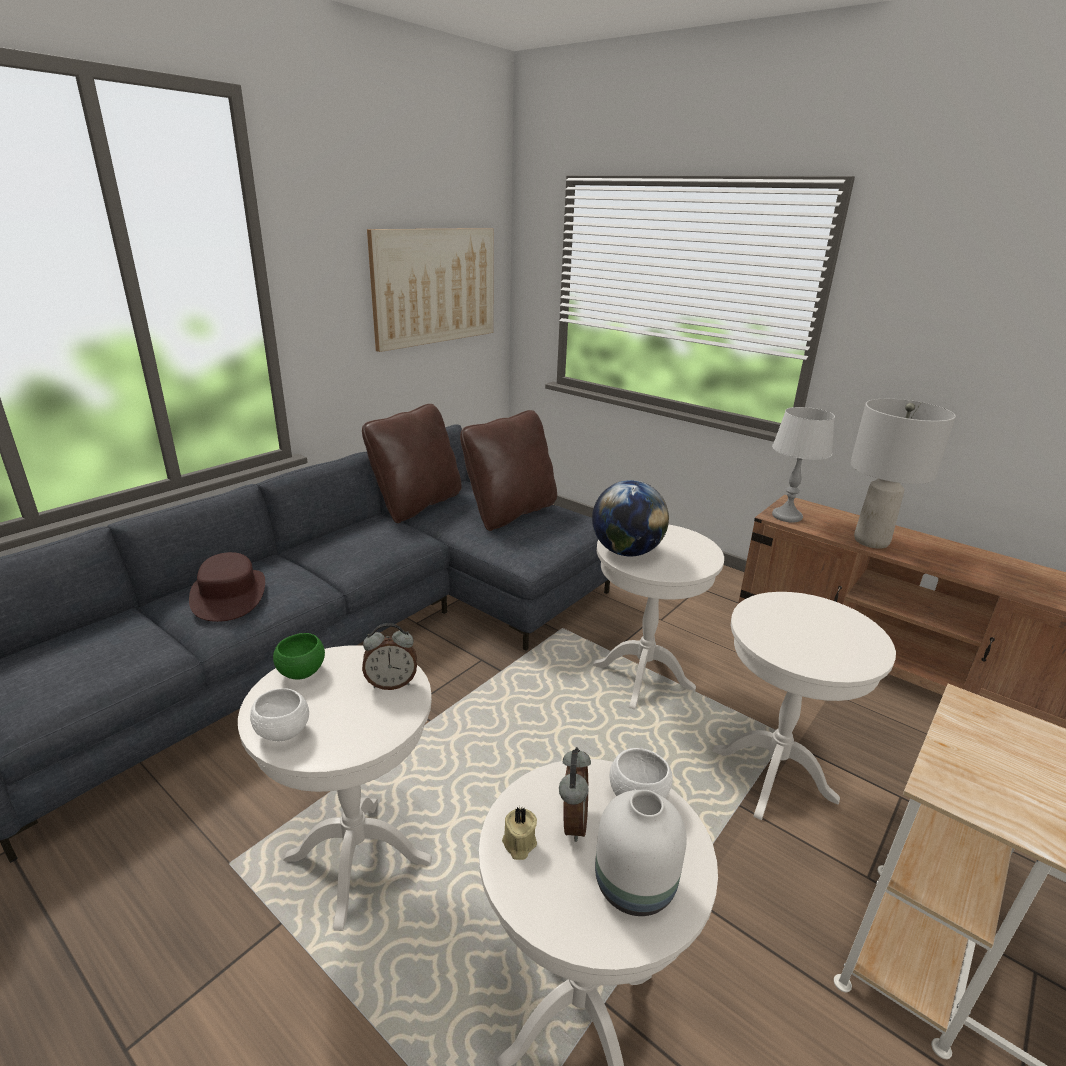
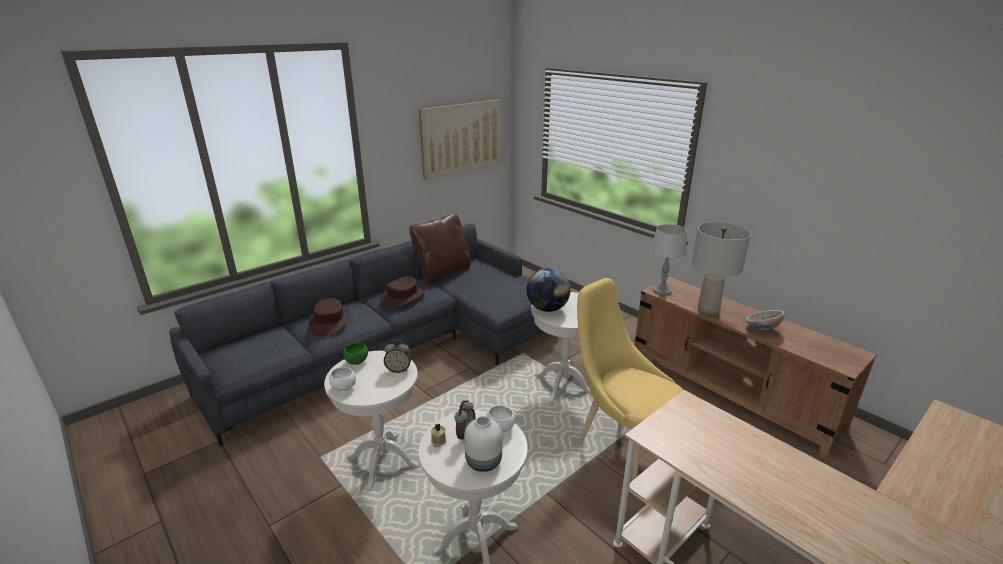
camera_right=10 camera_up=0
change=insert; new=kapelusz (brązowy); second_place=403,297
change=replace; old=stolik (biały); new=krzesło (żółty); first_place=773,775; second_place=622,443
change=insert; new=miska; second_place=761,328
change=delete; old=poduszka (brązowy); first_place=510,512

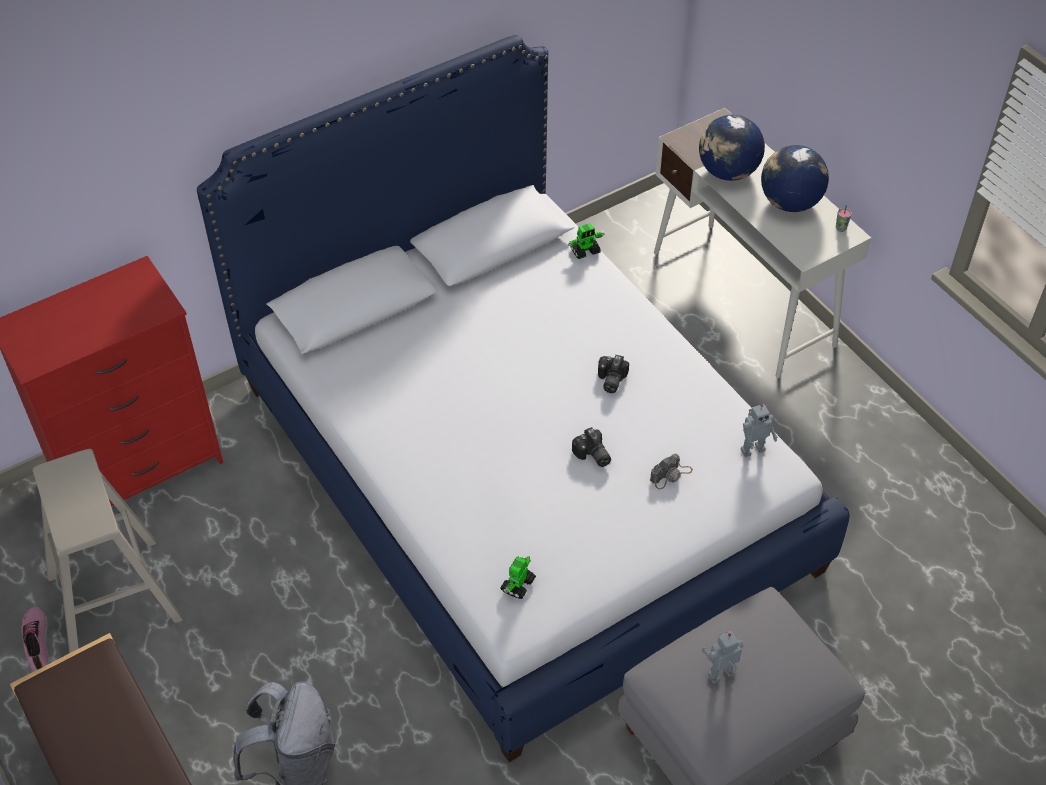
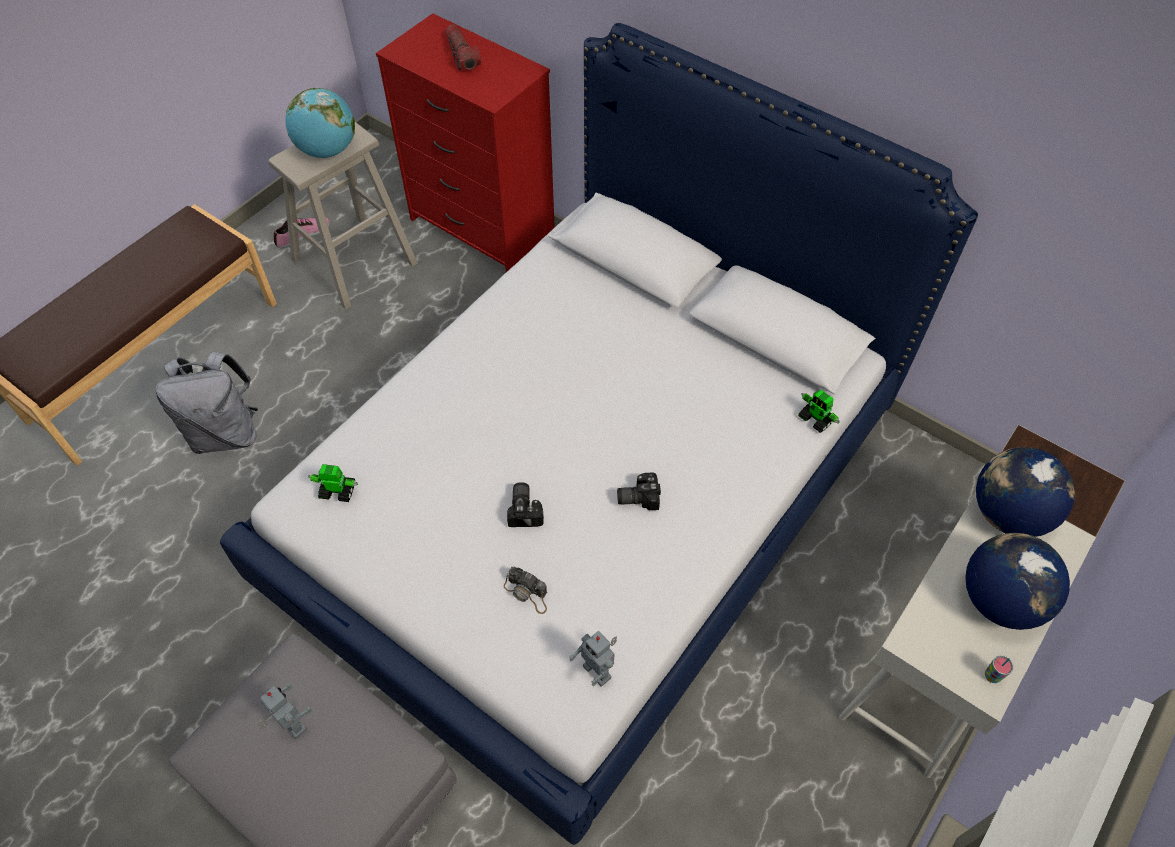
camera_right=70 camera_up=5
change=insert; new=globus; second_place=327,150
change=insert; new=latarka; second_place=462,55
change=rotate; old=aparat fotograficzny; first_place=592,455; second_place=526,509; degrees=135

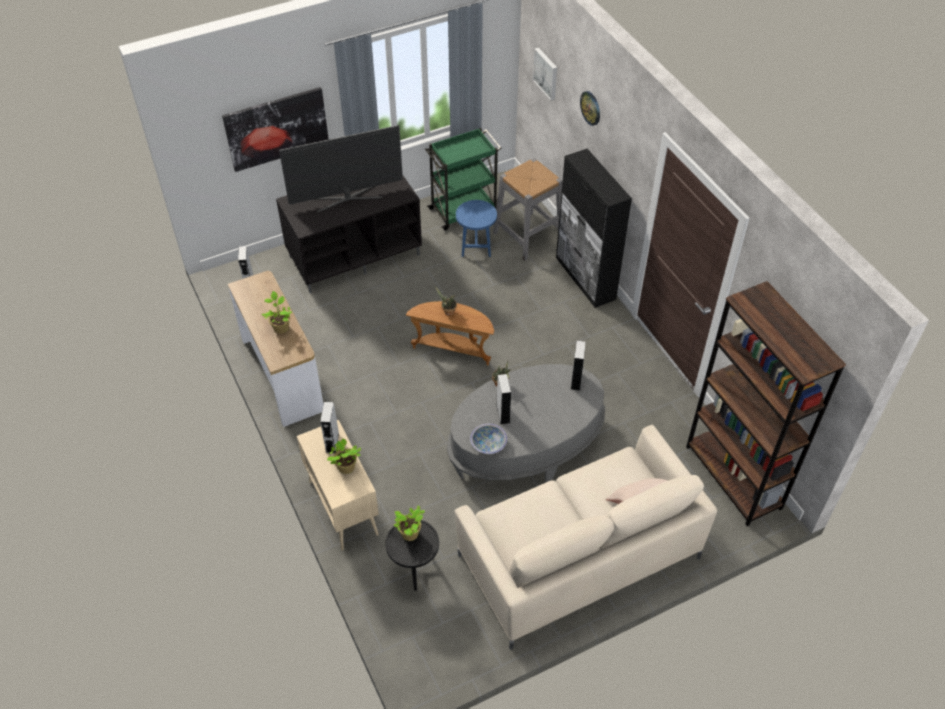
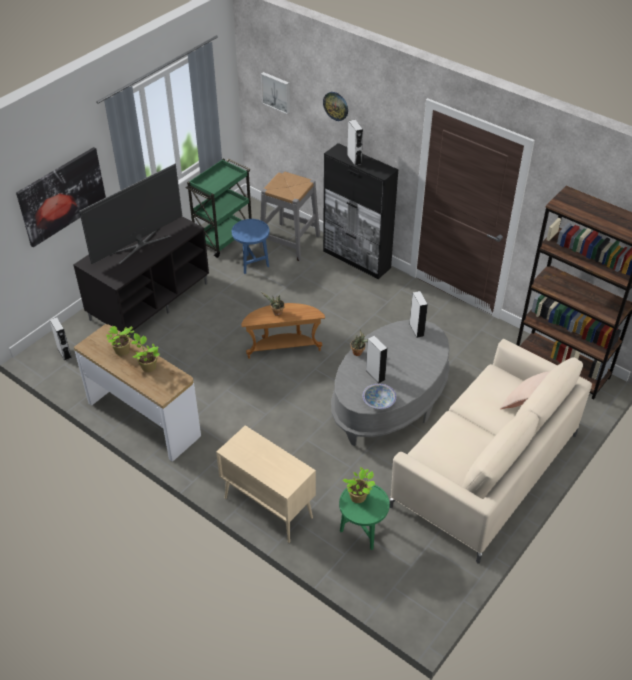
camera_right=-25 camera_up=-5
change=move; old=roślina doniczkowa; first_place=345,468; second_place=122,351
change=recolor; old=stolik (czarny); new=stolik (zielony); first_place=414,571; second_place=362,535
change=move; old=głośnik (szary); first_place=332,442; second_place=354,159

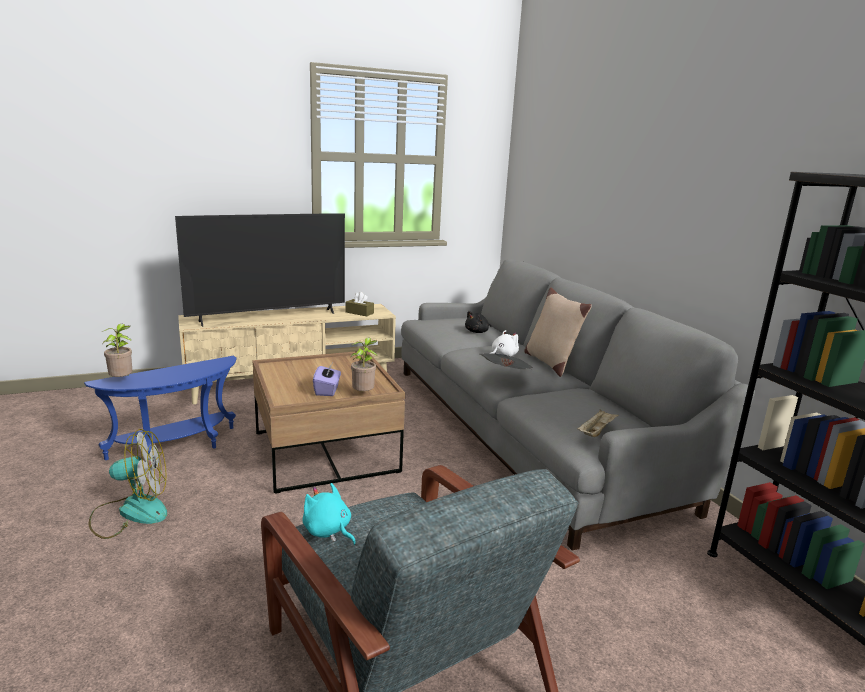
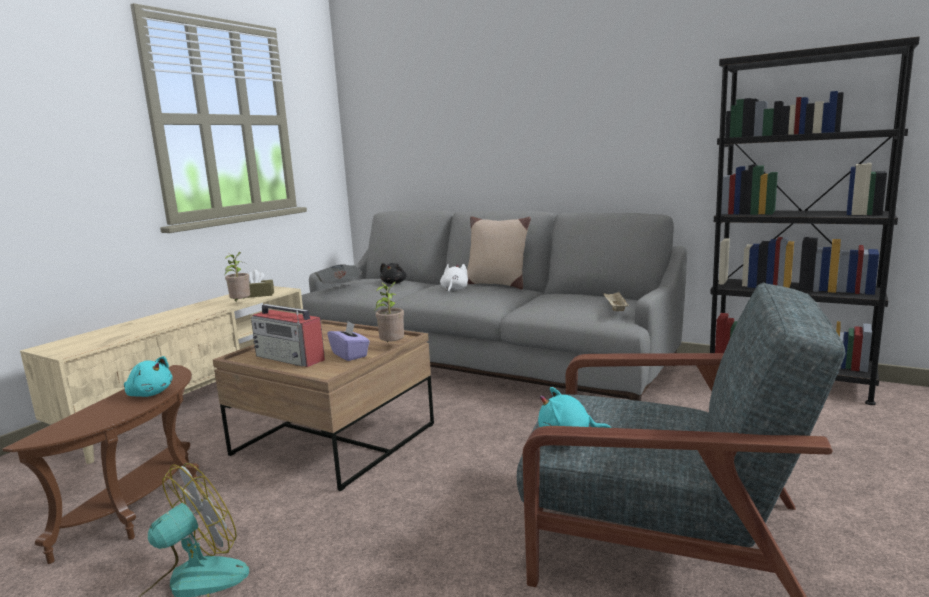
camera_right=-35 camera_up=-5
change=recolor; old=stolik (niebieski); new=stolik (brązowy); first_place=177,448; second_place=144,508
change=insert; new=pluszak (turkusowy); second_place=149,394
change=move; old=roślina doniczkowa; first_place=122,380; second_place=241,304
change=insert; new=radio; second_place=290,358
change=move; old=gazeta; first_place=506,376; second_place=340,287
change=delete; old=telewizor; first_place=268,317

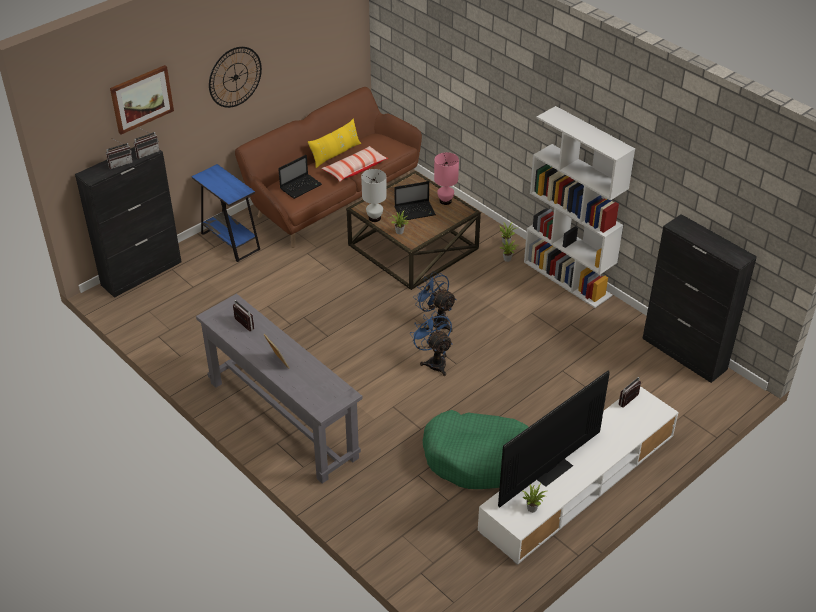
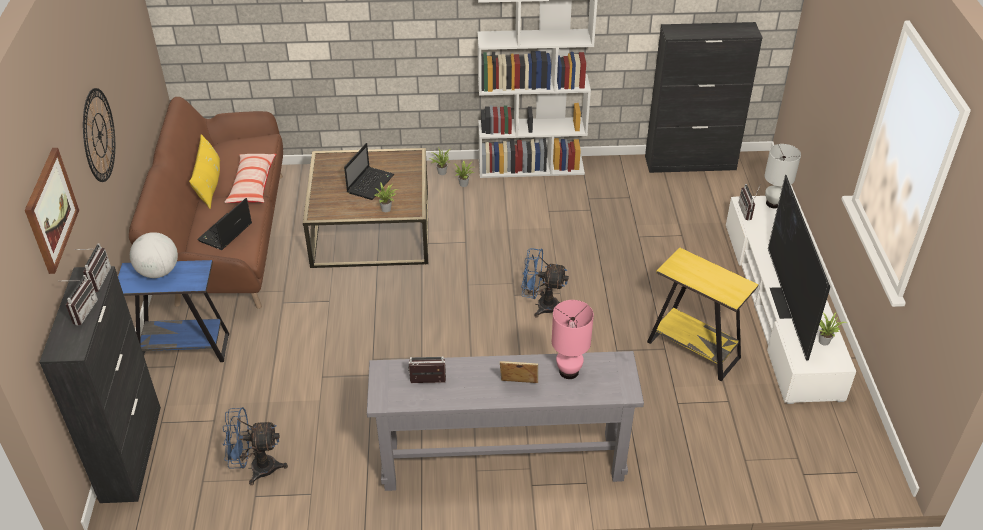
camera_right=-50 camera_up=0
change=insert; new=globus; second_place=158,272
change=rotate; old=laptop; first_place=301,186; second_place=225,233; degrees=-150
change=move; old=wentylator (niebieski); first_place=436,321; second_place=256,468
change=move; old=lampa stołowa (różowy); first_place=445,201; second_place=568,372
change=replace; old=legowisko (zielony); new=stolik (żółty); first_place=478,458; second_place=693,350
change=move; old=lampa stołowa (biały); first_place=374,218; second_place=773,204

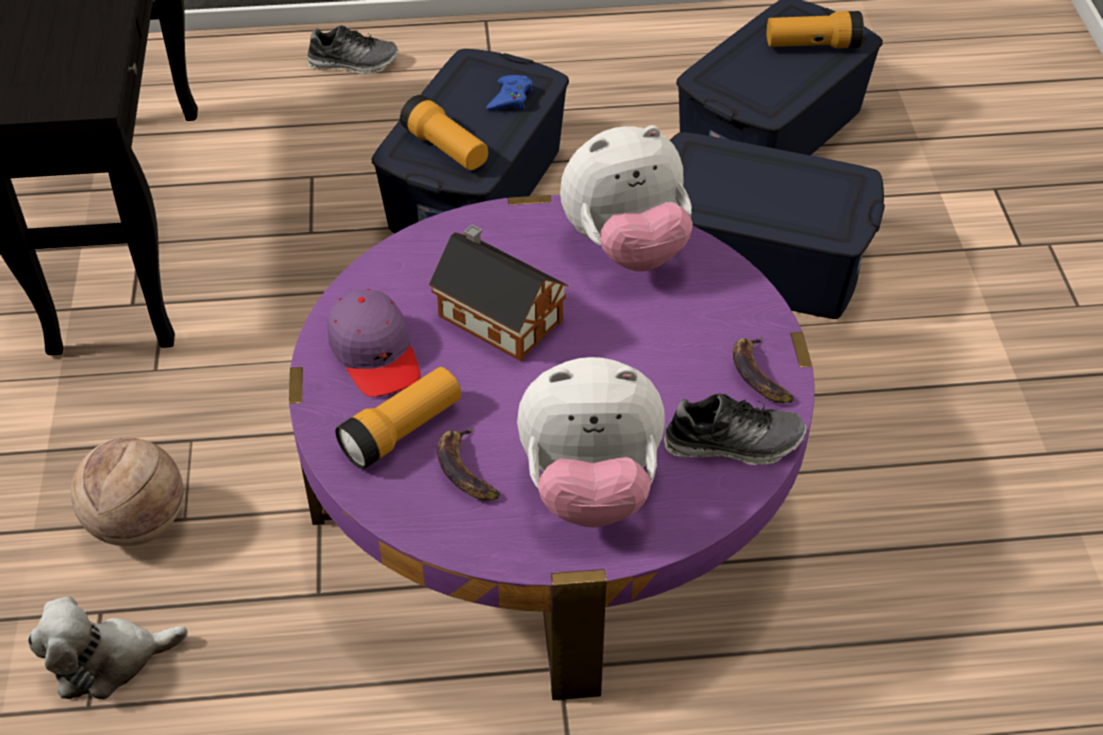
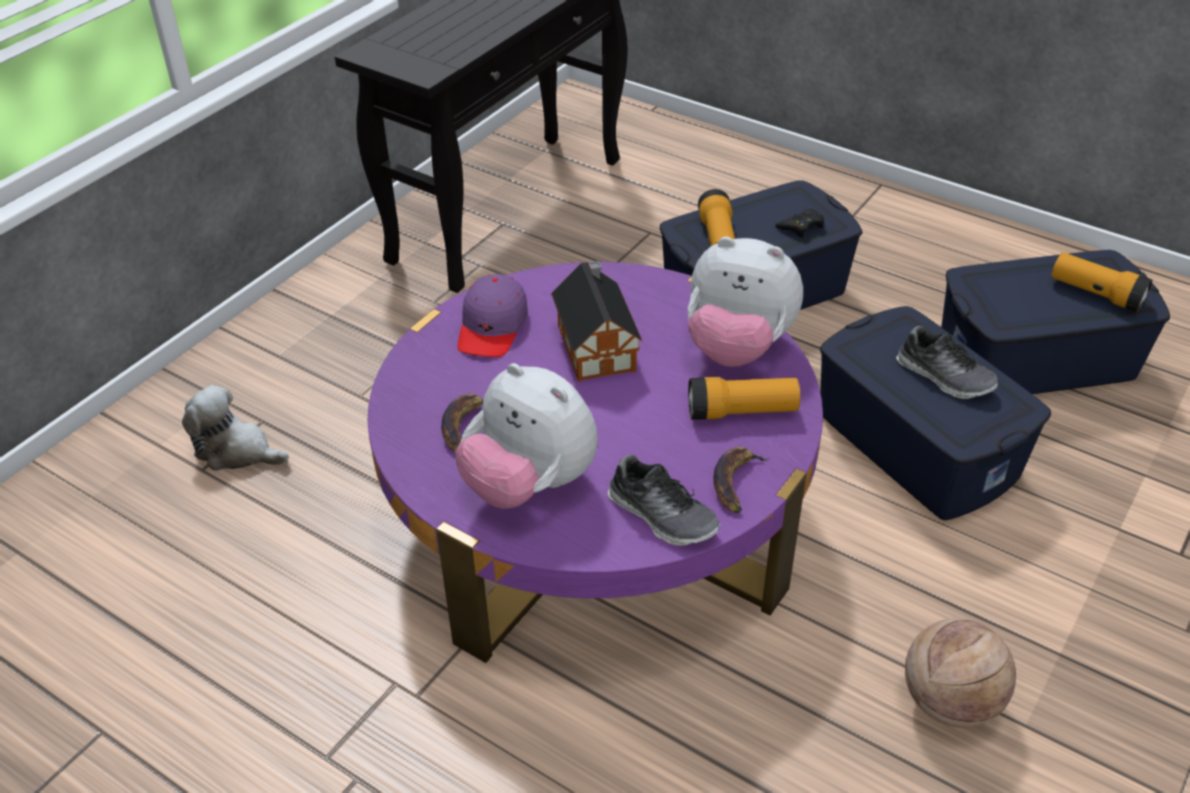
camera_right=40 camera_up=-5
change=move; old=latarka; first_place=402,431; second_place=741,412
change=recolor; old=pad do gier (niebieski); new=pad do gier (czarny); first_place=510,98; second_place=801,226
change=move; old=but; first_place=353,63; second_place=944,377
change=move; old=piłka do koszykówki; first_place=138,524; second_place=949,702

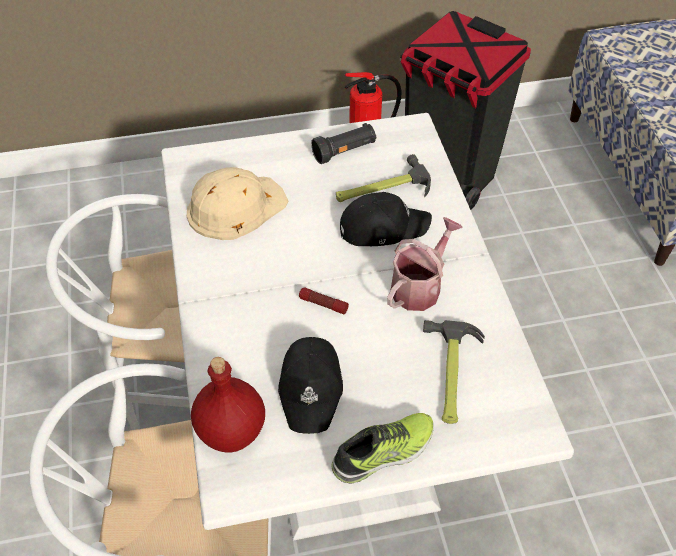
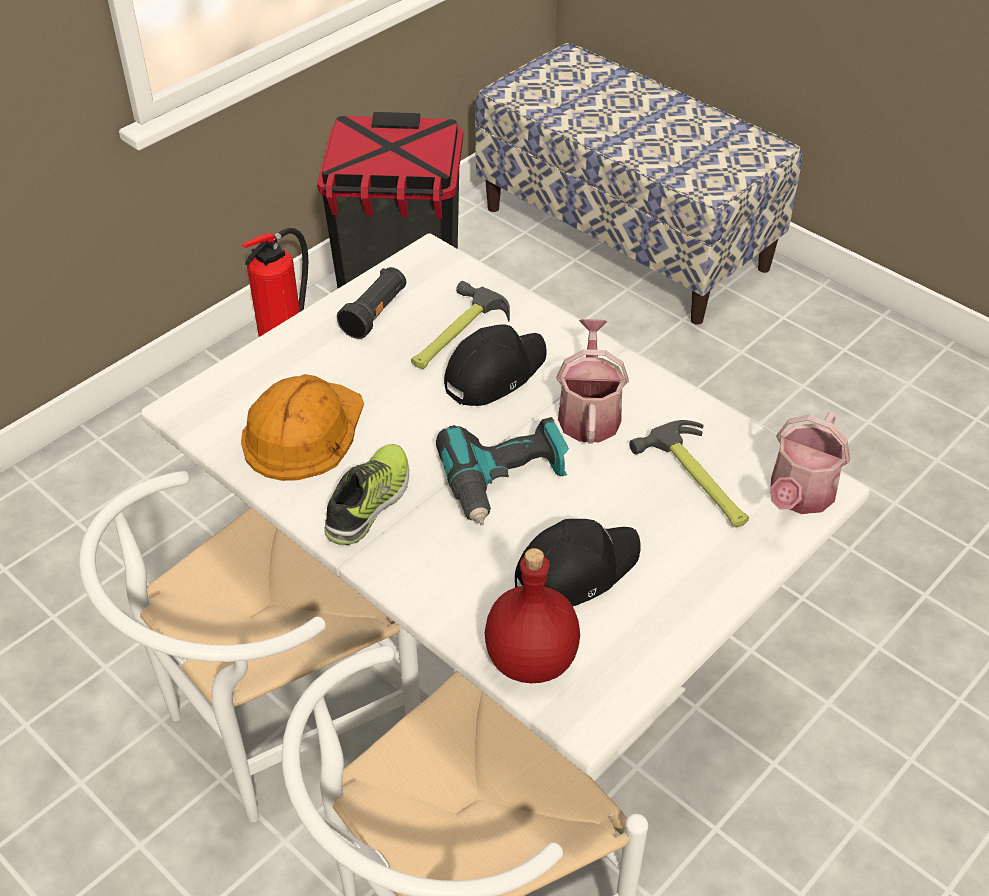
camera_right=-35 camera_up=-5
change=recolor; old=kask (beżowy); new=kask (pomarańczowy); first_place=235,207; second_place=303,431
change=move; old=but; first_place=384,453; second_place=370,502
change=replace; old=latarka; new=wiertarka; first_place=323,304; second_place=506,482
change=rotate; old=czapka z daszkiem (czarny); first_place=312,388; second_place=574,570; degrees=-90
change=insert; new=konewka; second_place=798,497

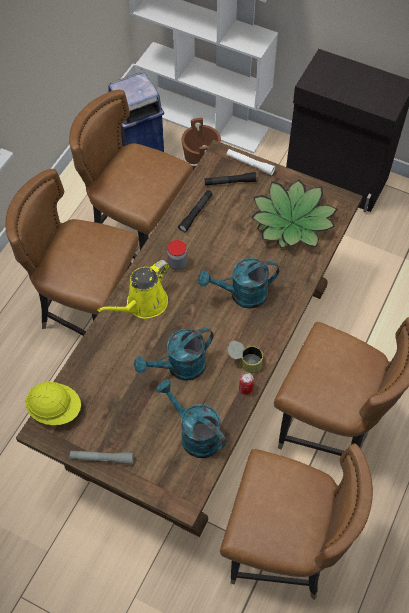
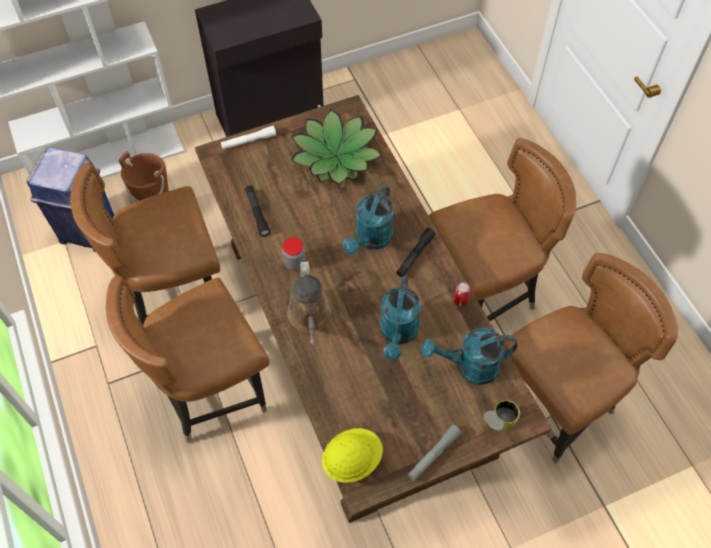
camera_right=-50 camera_up=0
change=recolor; old=konewka (żółty); new=konewka (brązowy); first_place=143,304; second_place=310,316
change=move; old=latarka (czarny); first_place=230,182; second_place=415,255
change=move; old=puszka; first_place=244,361; second_place=498,423

